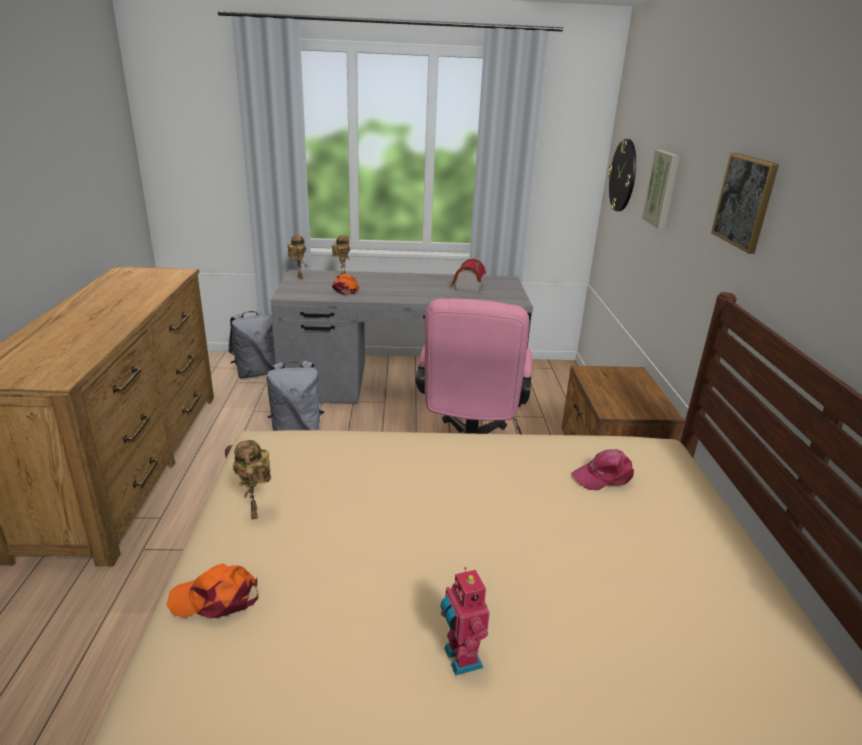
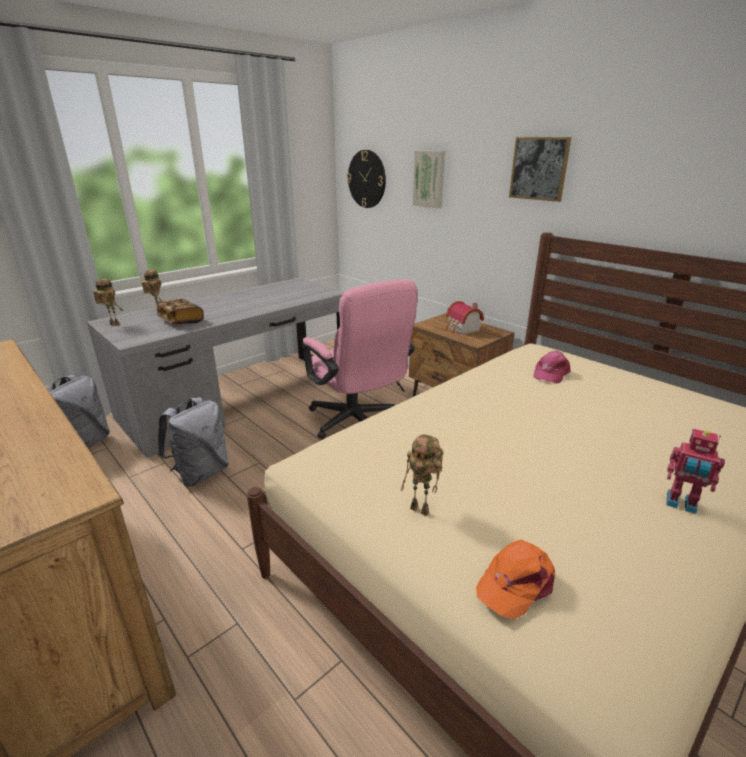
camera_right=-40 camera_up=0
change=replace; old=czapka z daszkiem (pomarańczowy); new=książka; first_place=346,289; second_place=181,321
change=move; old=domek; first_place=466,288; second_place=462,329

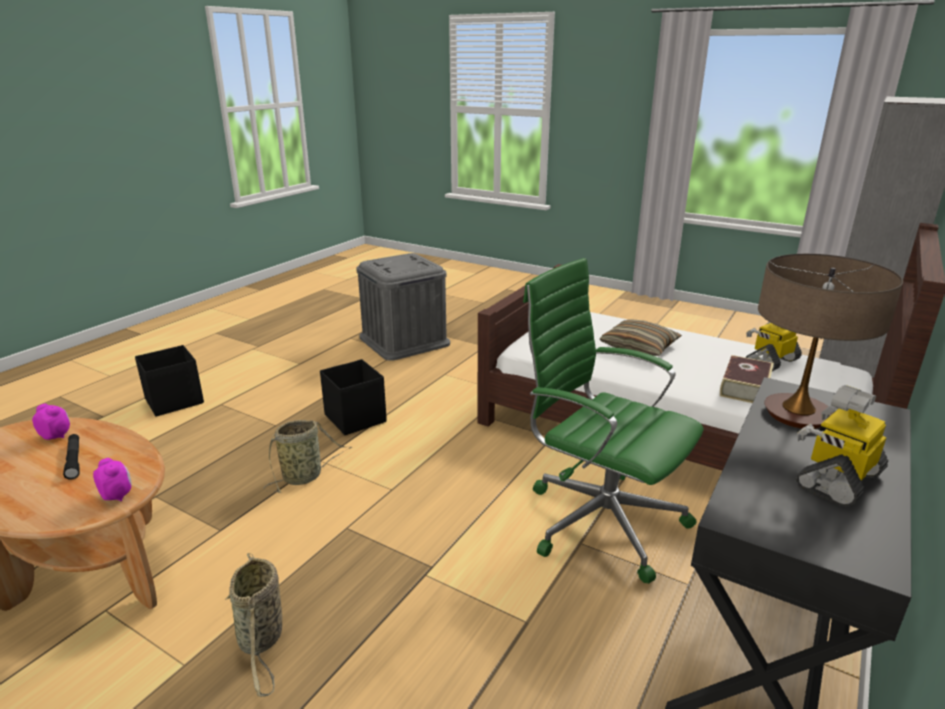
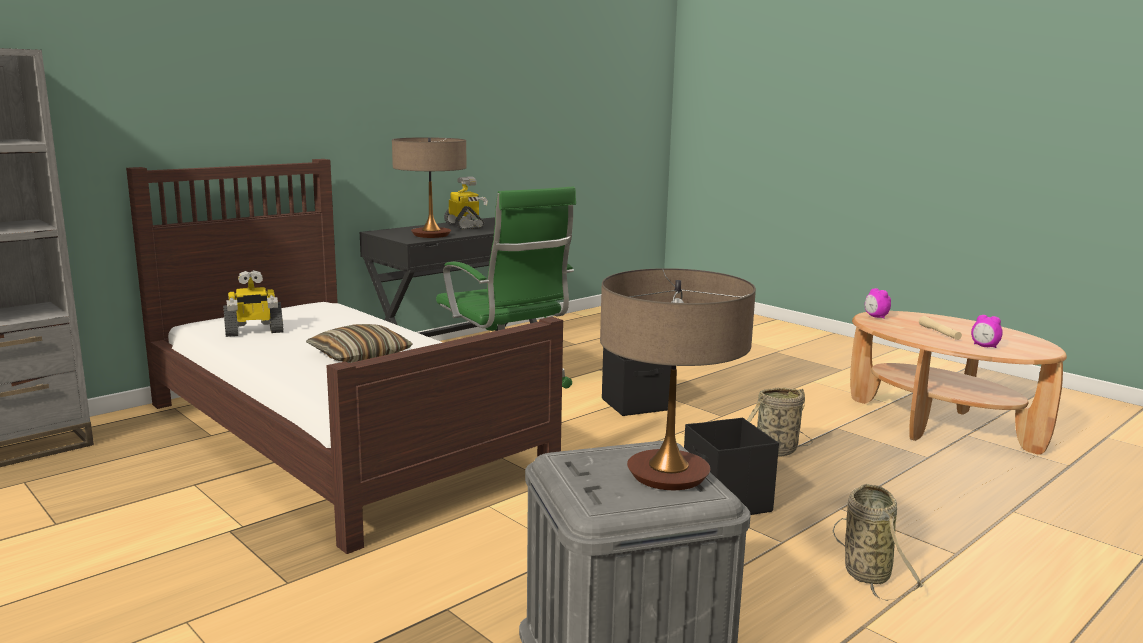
camera_right=-165 camera_up=-10
change=rotate; old=robot zabawkowy; first_place=837,479; second_place=465,226; degrees=-90
change=insert; new=lampa stołowa; second_place=667,475
change=move; old=pojemnik do przechowywania (czarny); first_place=173,401; second_place=637,404
change=move; old=koszyk; first_place=261,640; second_place=865,571
change=recolor; old=latarka (czarny); new=latarka (beżowy); first_place=74,460; second_place=939,333
change=delete; old=książka; first_place=744,387

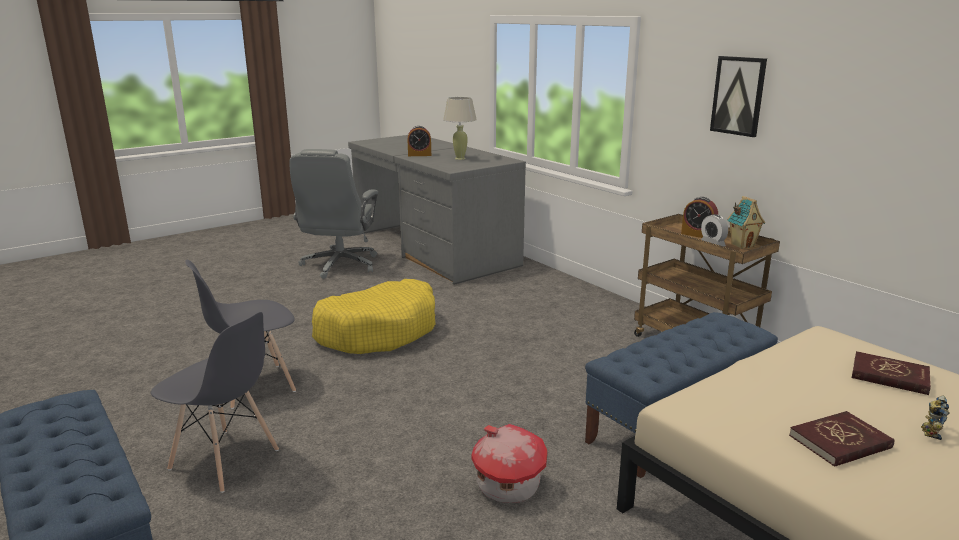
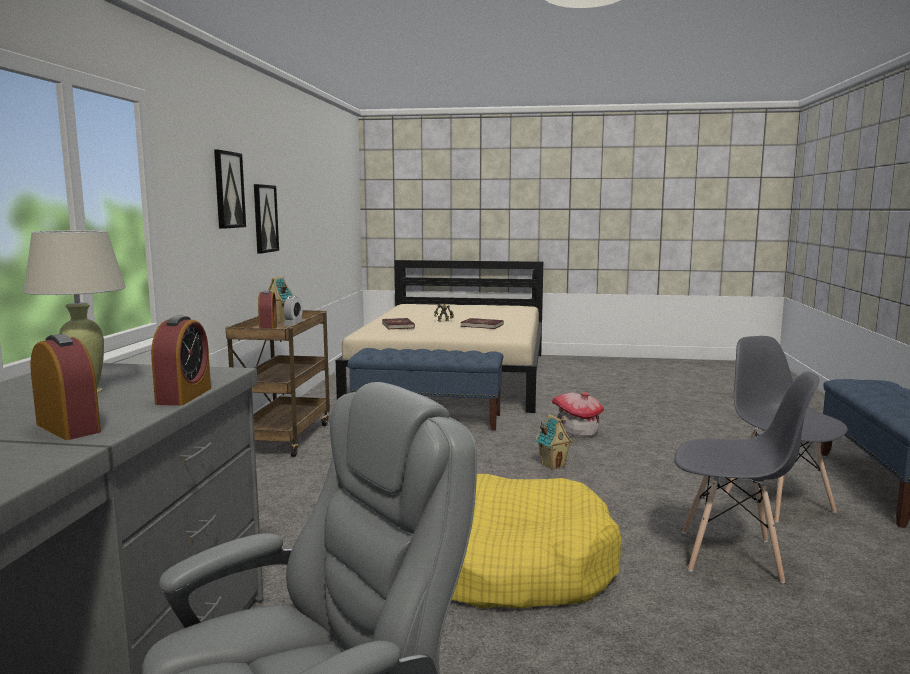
camera_right=-135 camera_up=-10
change=insert; new=budzik; second_place=184,396
change=insert; new=obraz; second_place=265,218
change=insert; new=domek; second_place=553,465

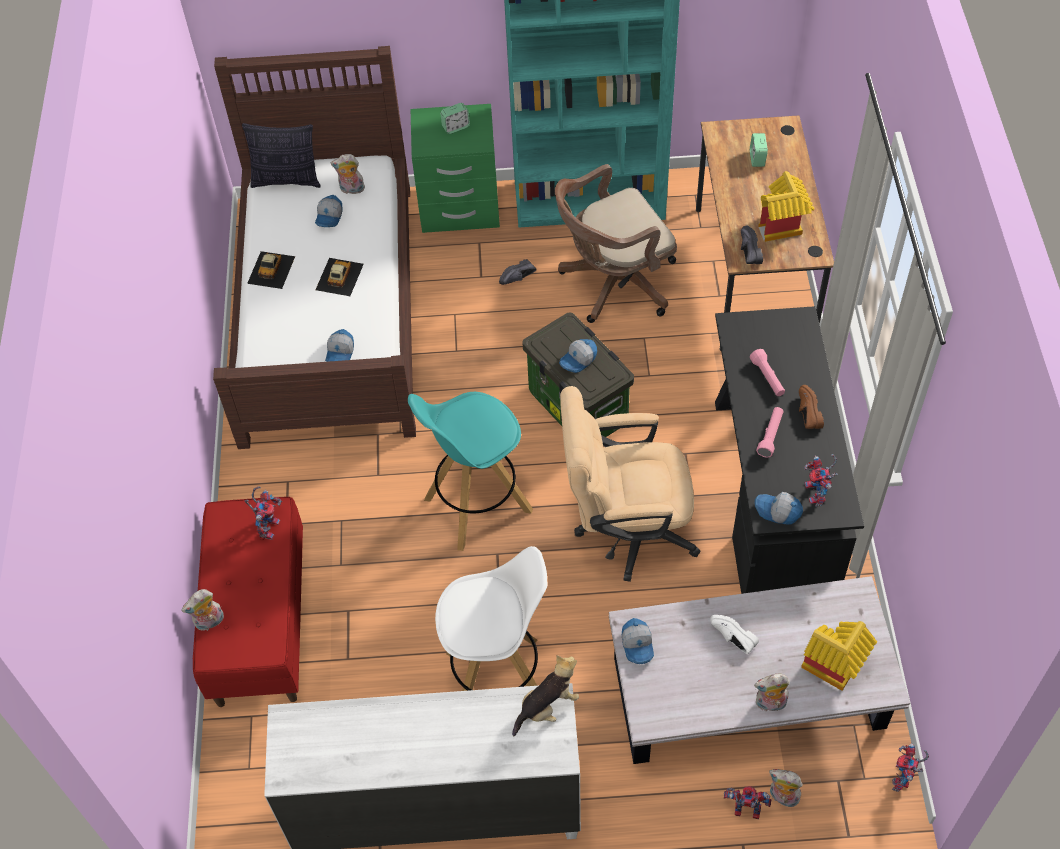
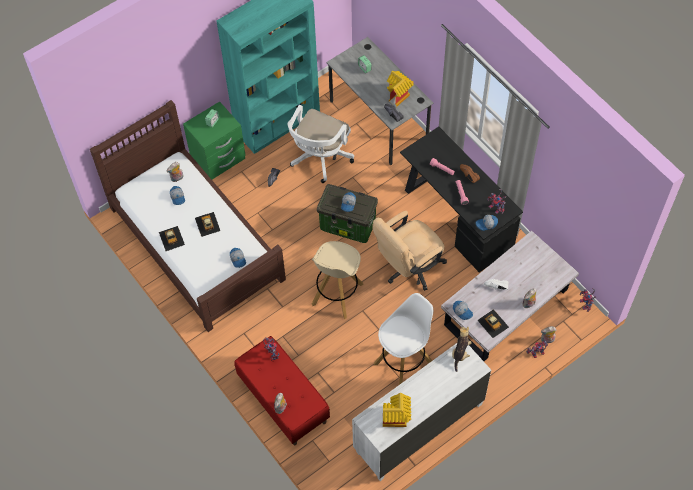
camera_right=-35 camera_up=5
change=recolor; old=krzesło biurowe (brązowy); new=krzesło biurowe (biały); first_place=613,284; second_place=319,158
change=recolor; old=stołek (turkusowy); new=stołek (beżowy); first_place=476,505; second_place=337,295
change=recolor; old=biurko (brązowy); new=biurko (szary); first_place=753,274; second_place=378,120
change=move; old=domek; first_place=833,668; second_place=396,419
change=insert; new=samochodzik; second_place=493,323
change=delete; old=poduszka; first_place=287,180

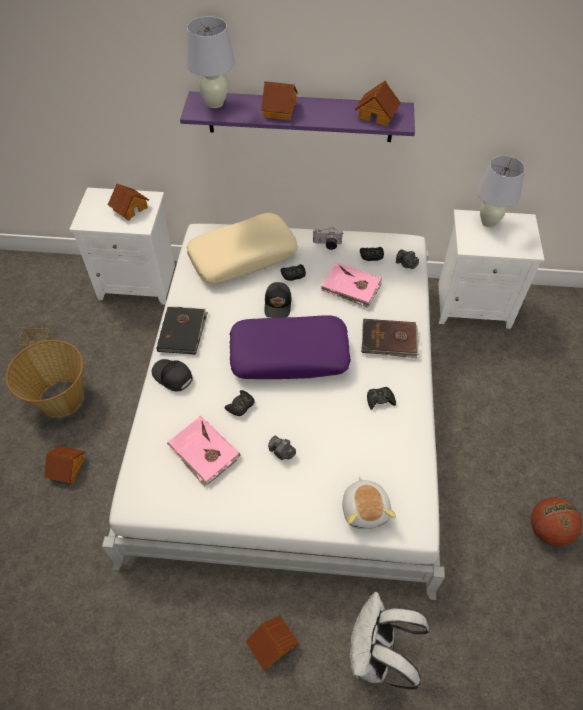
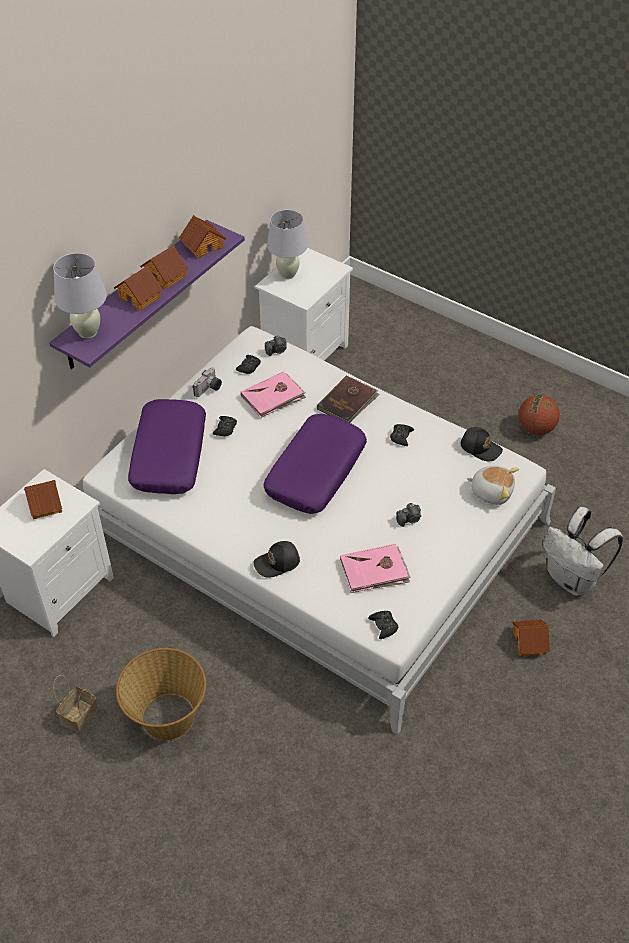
camera_right=-60 camera_up=-5
change=recolor; old=poduszka (beżowy); new=poduszka (fioletowy); first_place=243,256; second_place=168,454
change=move; old=domek; first_place=67,468; second_place=166,275
change=move; old=pad do gier (czarny); first_place=240,406; second_place=383,626
change=move; old=czapka z daszkiem (czarny); first_place=278,304; second_place=480,447
change=delete; old=książka (czarny); first_place=183,331

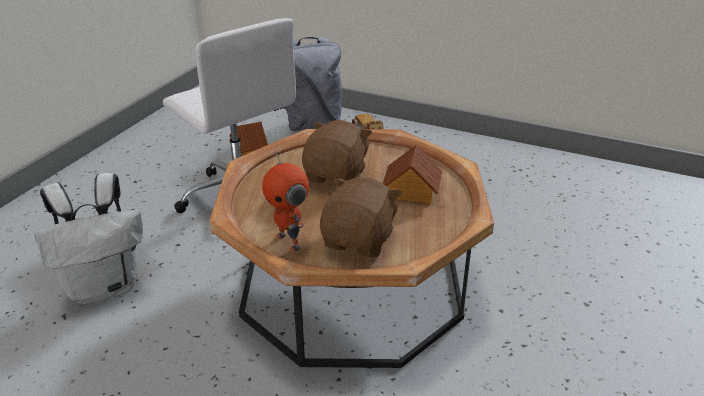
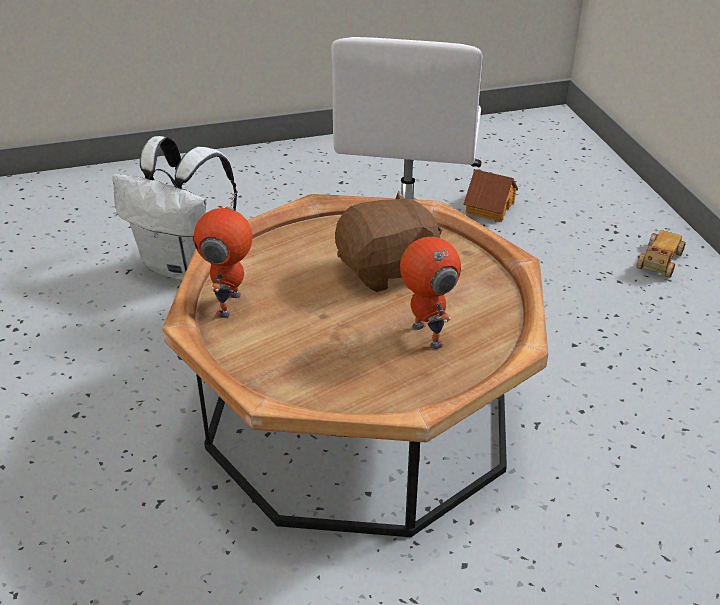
camera_right=50 camera_up=5
change=replace; old=domek; new=robot zabawkowy; first_place=411,191; second_place=425,336
change=delete; old=plecak (szary); first_place=312,124
change=delete; old=pluszak (brązowy); first_place=360,240

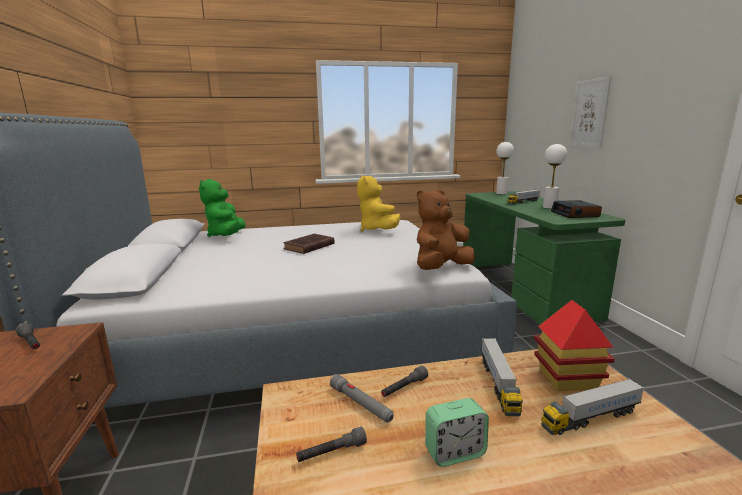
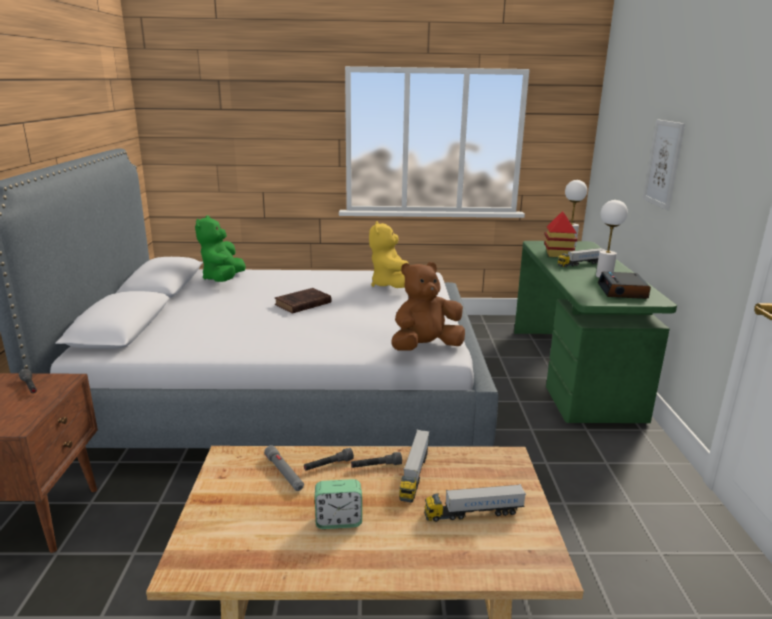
camera_right=10 camera_up=5
change=move; old=latarka (szary); first_place=331,452; second_place=376,466
change=move; old=domek; first_place=567,379; second_place=558,254

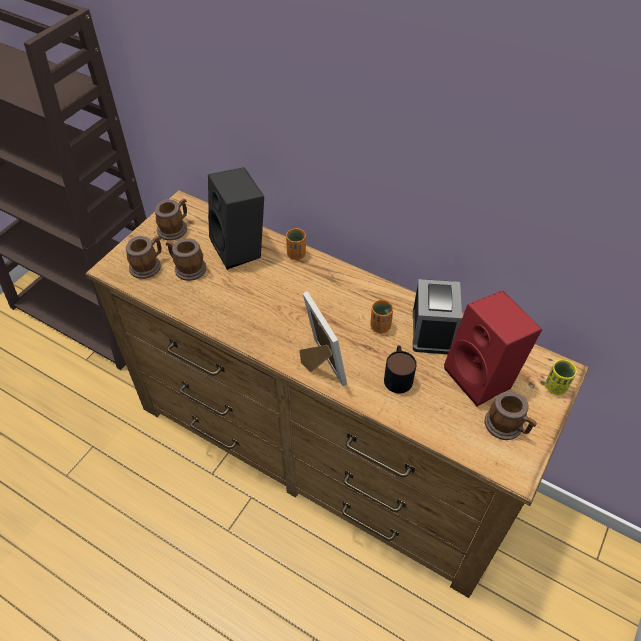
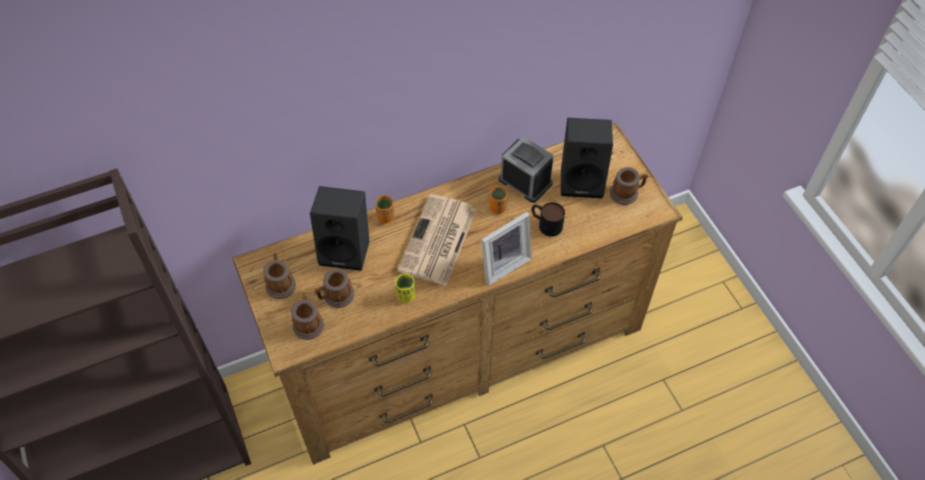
camera_right=-55 camera_up=5
change=move; old=filiżanka (żółty); first_place=555,387; second_place=406,295
change=insert; new=gazeta; second_place=438,241
change=rotate; old=ramka na zdjęcie; first_place=319,365; second_place=502,263; degrees=135
change=recolor; old=głośnik (czerwony); new=głośnik (czarny); first_place=483,377; second_place=583,180

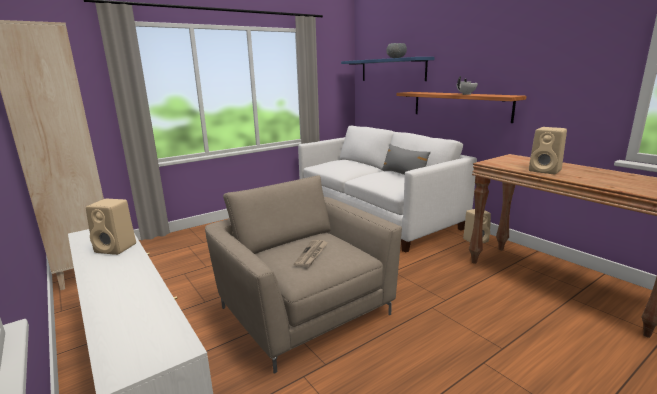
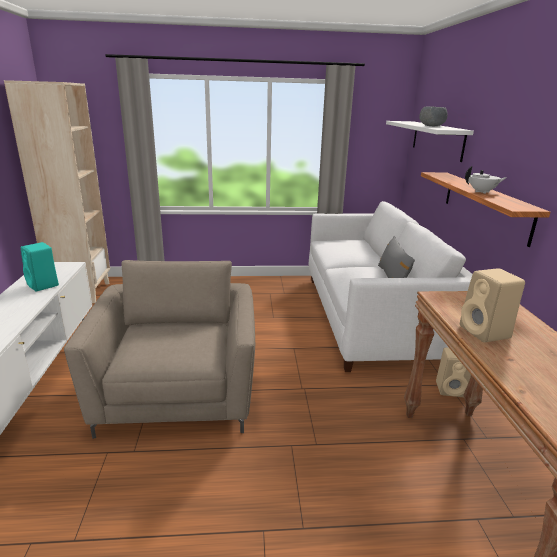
camera_right=30 camera_up=5
change=recolor; old=głośnik (beżowy); new=głośnik (turkusowy); first_place=117,248; second_place=43,285
change=recolor; old=półka (niebieski); new=półka (biały); first_place=392,70; second_place=437,139
change=delete; old=gazeta; first_place=312,254

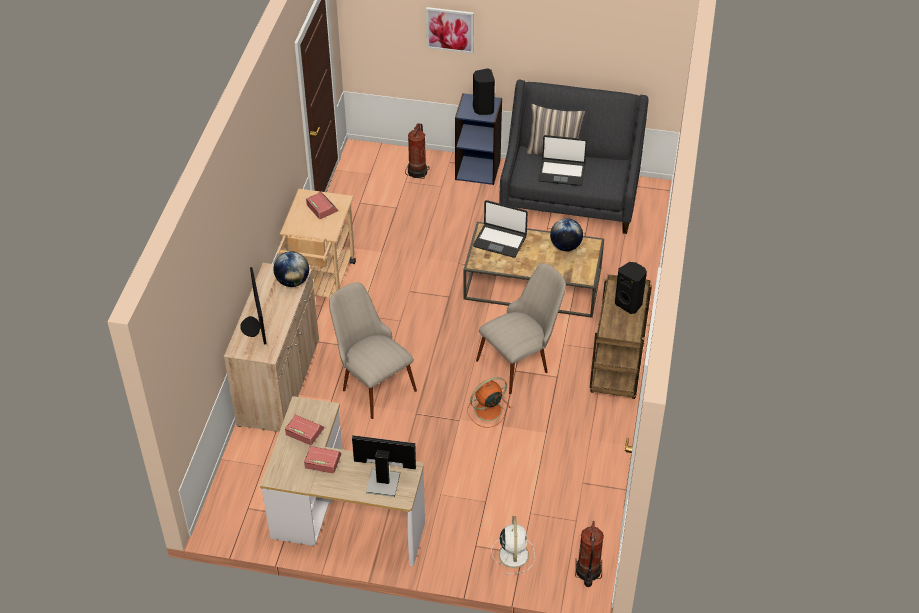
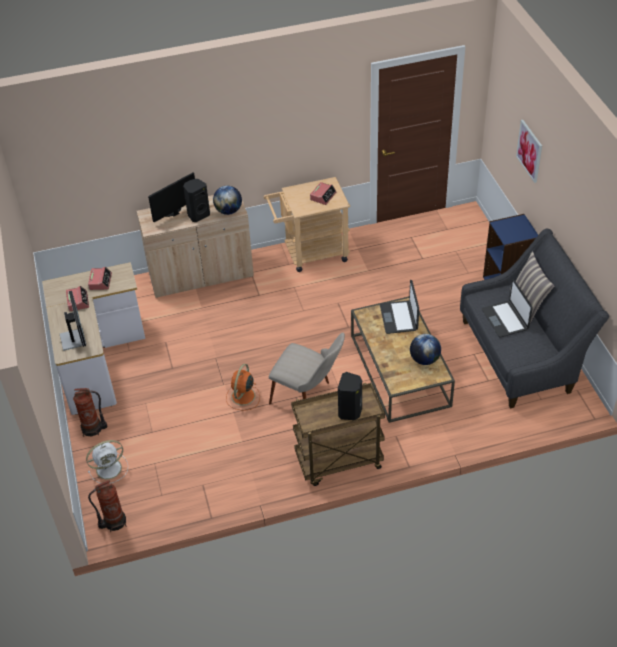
camera_right=65 camera_up=0
change=move; old=gaśnica; first_place=418,171; second_place=93,428
change=move; old=głośnik (czarny); first_place=483,109; second_place=198,215
change=rotate; old=wentylator (pomarańczowy); first_place=487,411; second_place=243,397; degrees=-105
change=delete; old=krzesło (beżowy); first_place=372,383

